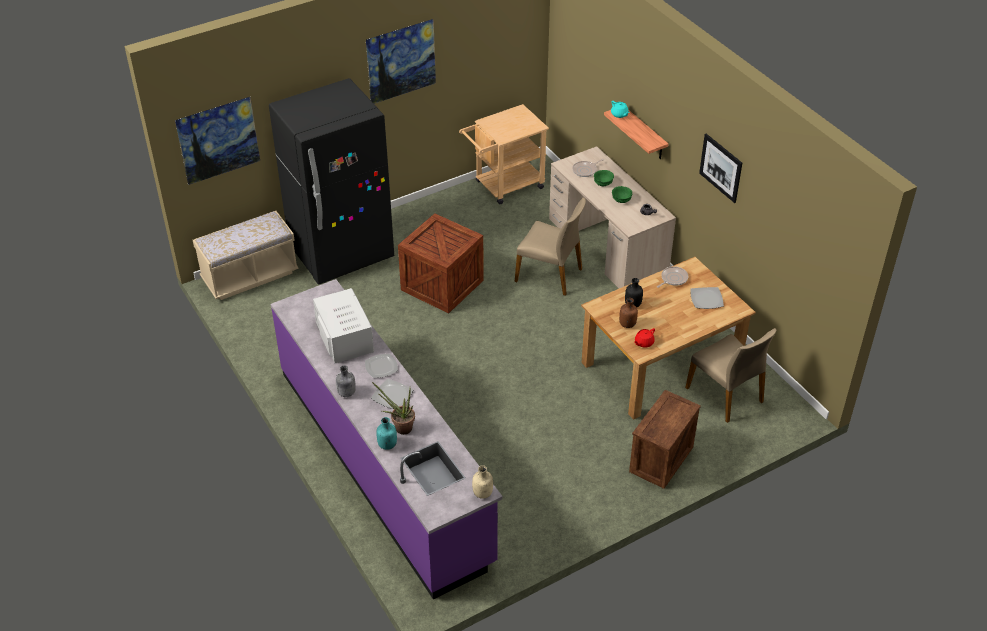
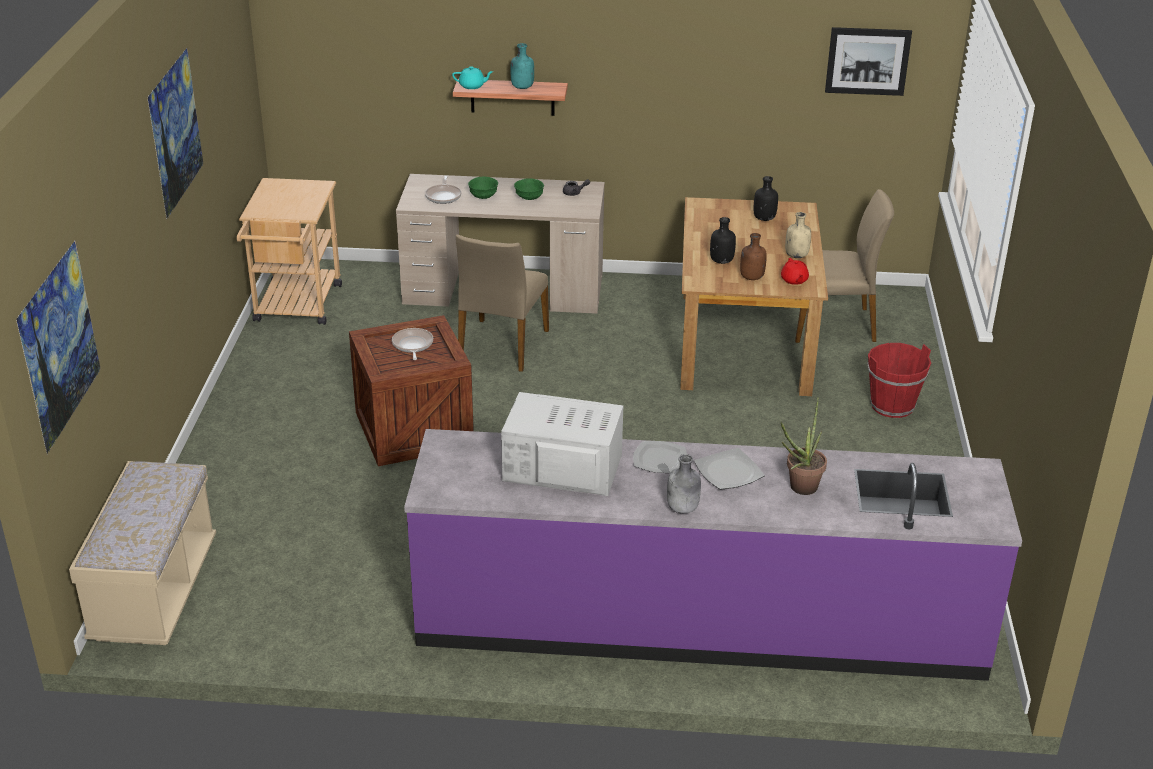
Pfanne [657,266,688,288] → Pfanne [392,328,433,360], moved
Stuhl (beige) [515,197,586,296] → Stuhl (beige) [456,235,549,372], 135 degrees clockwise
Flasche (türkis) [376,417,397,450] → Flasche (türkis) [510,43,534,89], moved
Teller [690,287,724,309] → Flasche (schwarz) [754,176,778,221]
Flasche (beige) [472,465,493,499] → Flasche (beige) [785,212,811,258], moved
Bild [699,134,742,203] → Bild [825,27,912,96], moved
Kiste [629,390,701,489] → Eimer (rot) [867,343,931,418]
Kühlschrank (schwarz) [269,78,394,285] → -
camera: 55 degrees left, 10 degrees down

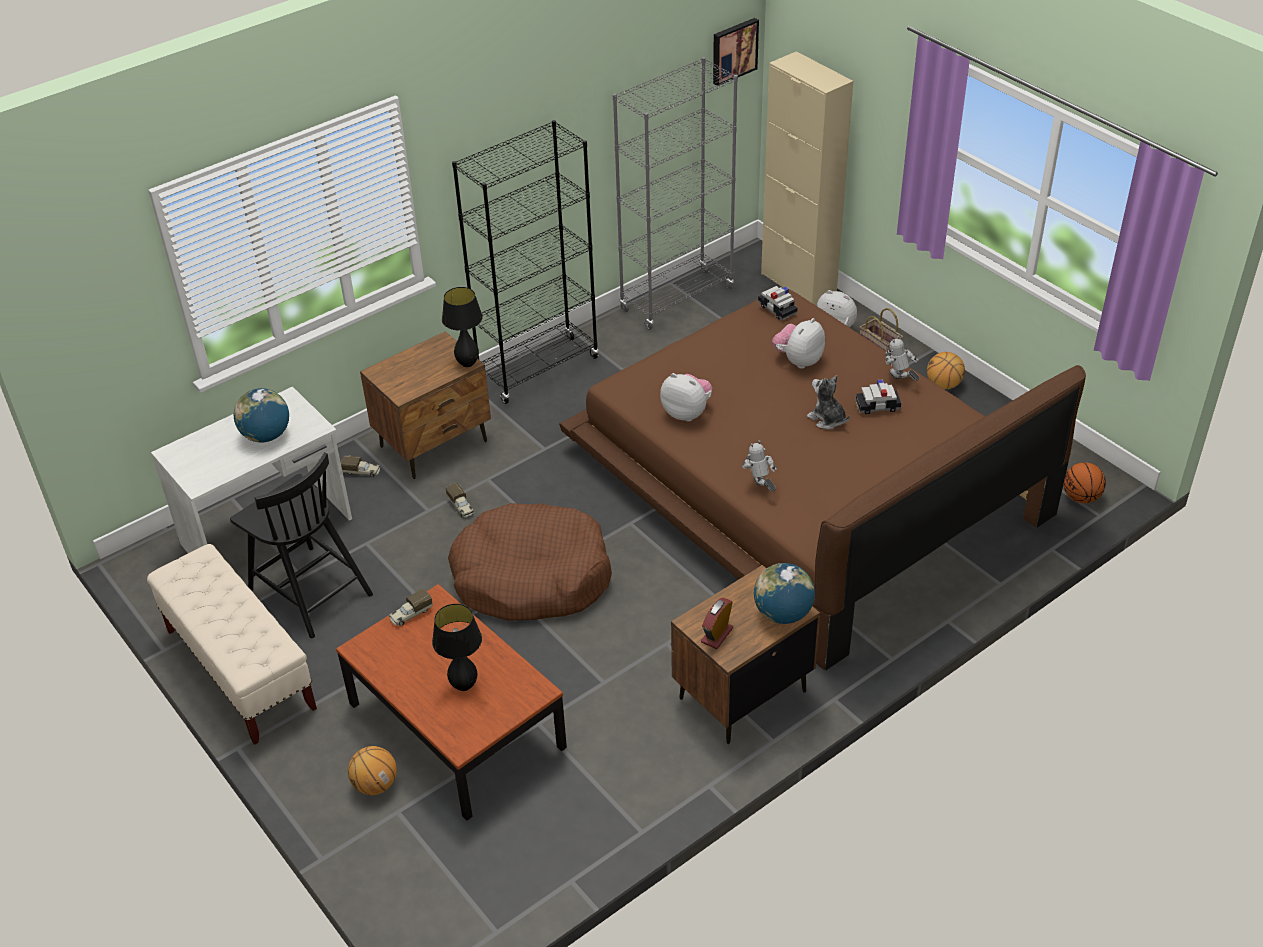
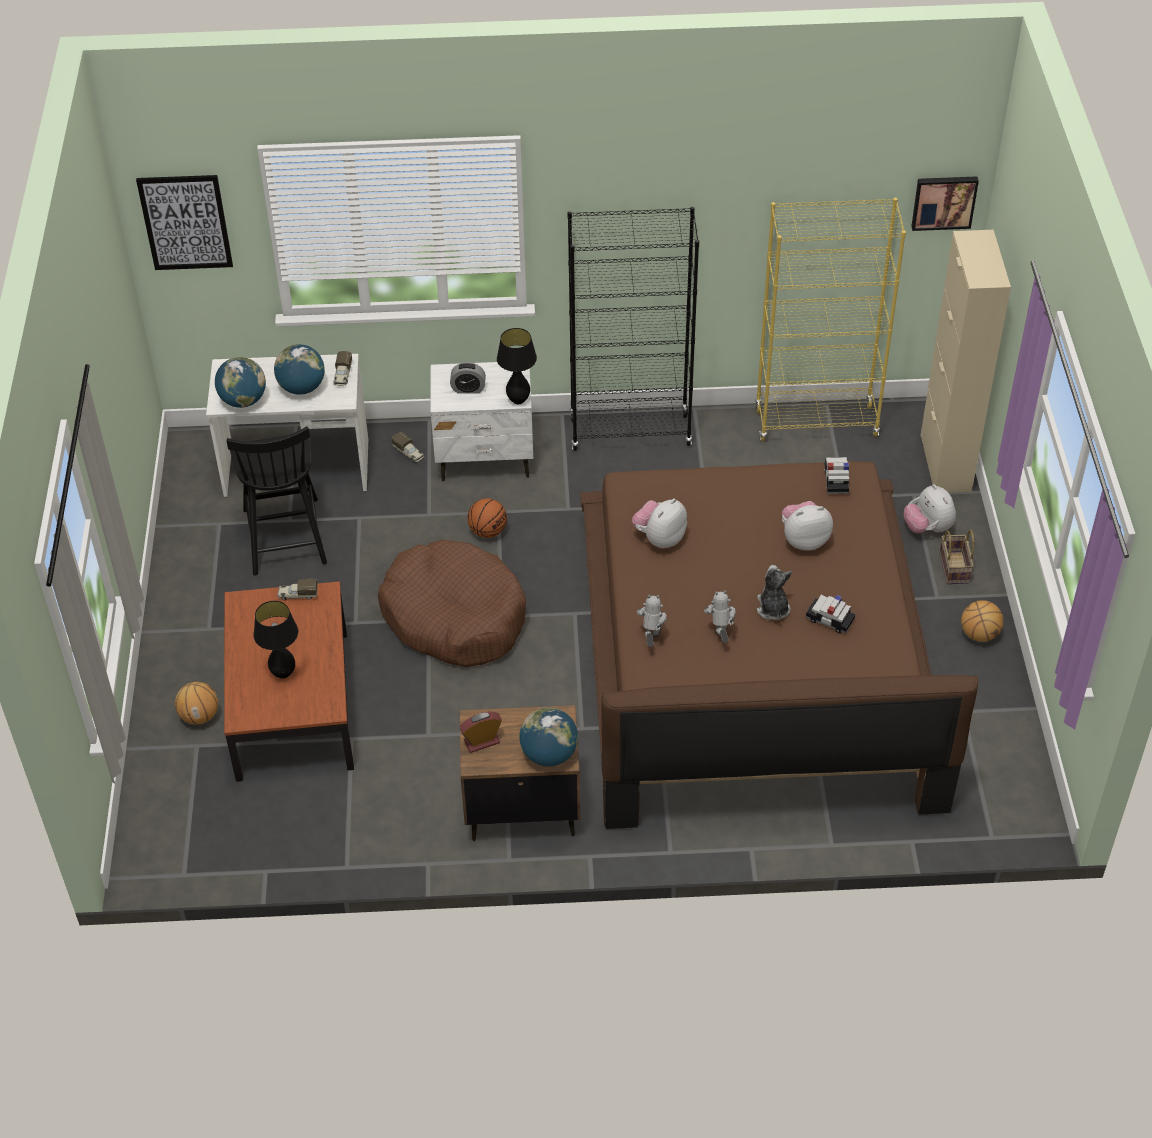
- → Bild [136,175,233,270]
- → Globus [215,357,266,408]
Spielzeuglaster [446,483,474,517] → Spielzeuglaster [333,351,352,386], moved
Nachttisch (braun) [360,331,491,479] → Nachttisch (weiß) [431,362,533,481]
- → Wecker [450,362,486,394]
Basketball [1063,462,1106,503] → Basketball [467,498,507,538], moved
Plüschtier [660,373,712,422] → Plüschtier [632,499,687,548], 120 degrees counterclockwise
Spielzeugroboter [885,335,920,381] → Spielzeugroboter [704,590,736,643], moved
Bücherregal (grau) [613,57,738,330] → Bücherregal (gelb) [755,198,906,441]
Bank (beige) [147,544,317,745] → -
camera: 35 degrees right, 5 degrees up

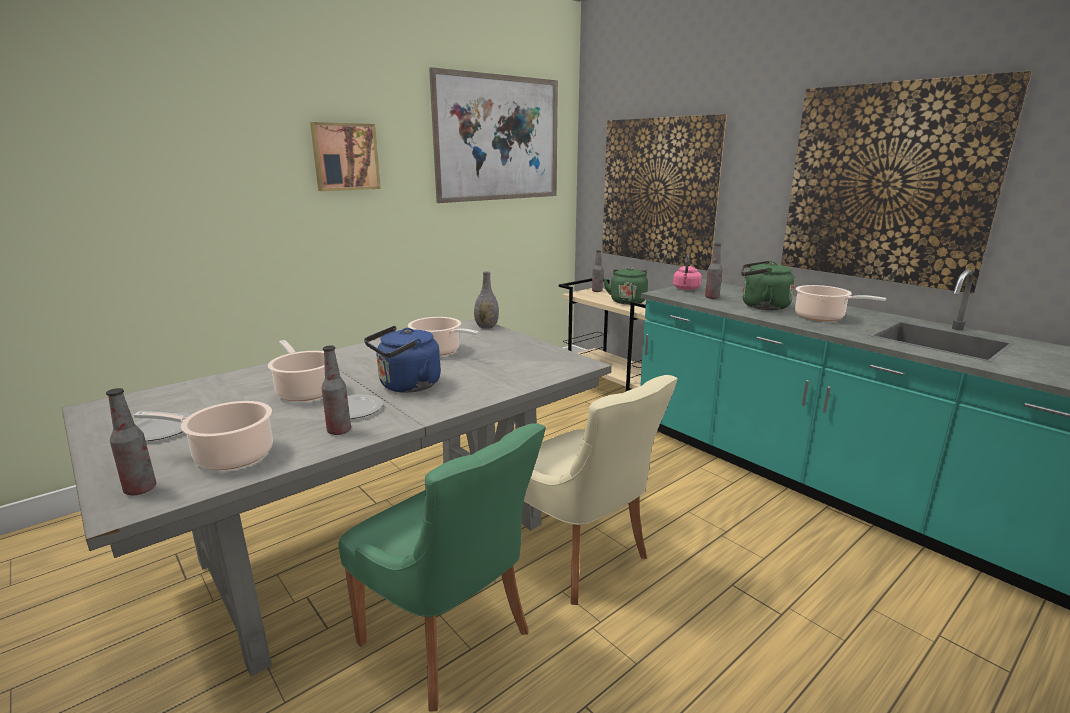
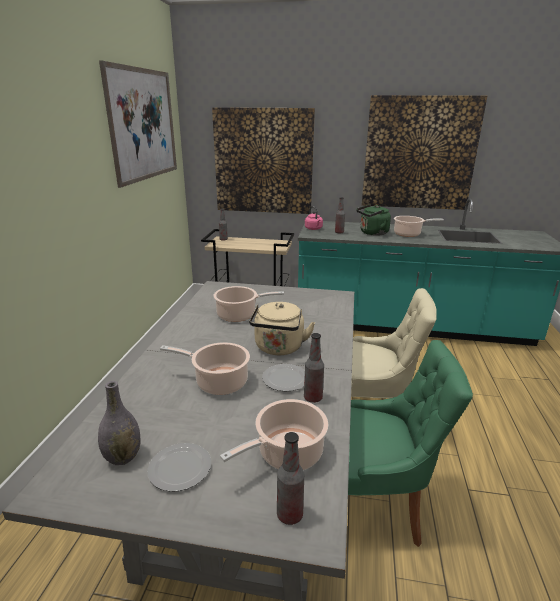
Vase (grau) [474,271,499,329] → Vase (grau) [98,381,141,465], moved
Wasserkessel (blau) [364,326,441,393] → Wasserkessel (beige) [249,302,315,355]
Bild [310,122,381,191] → -
Wasserkessel (grün) [603,267,648,305] → -
camera: 40 degrees left, 5 degrees up

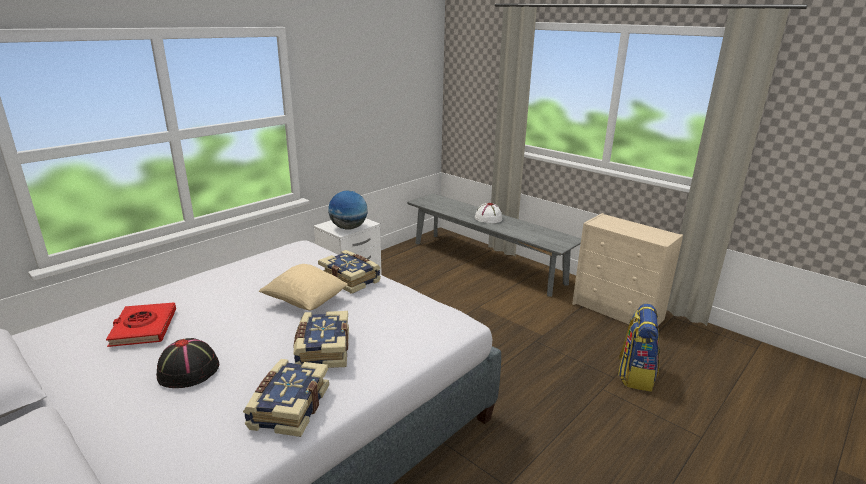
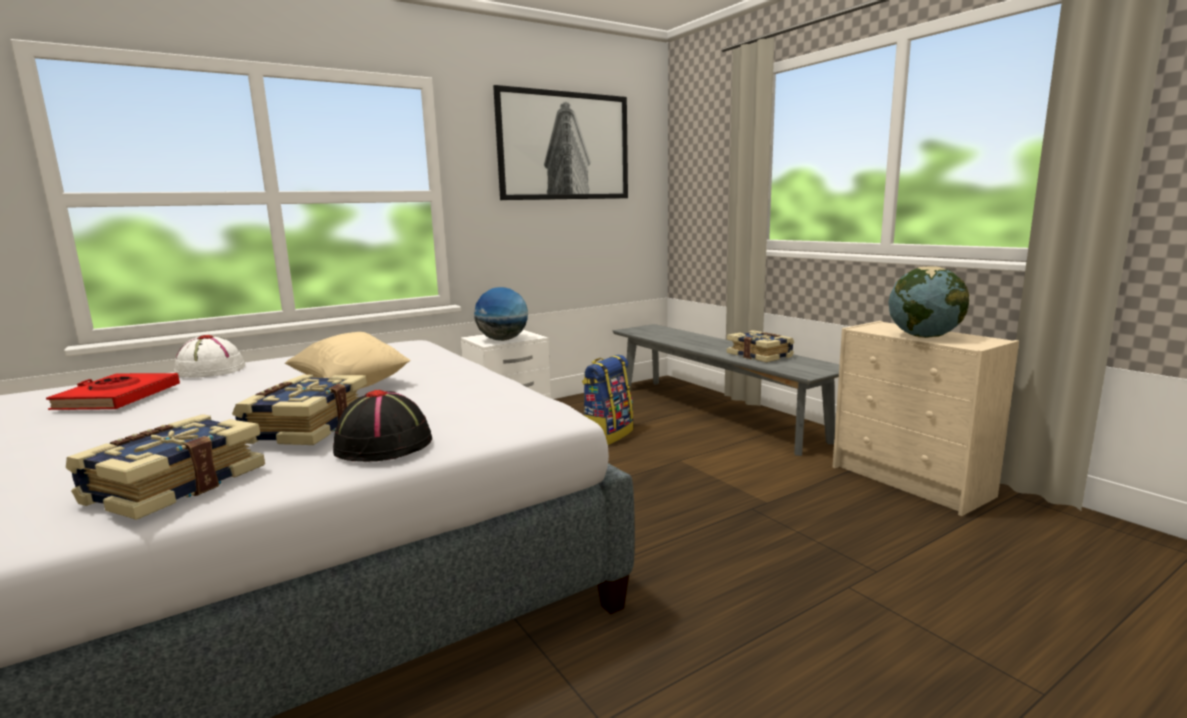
Hut (weiß) [475,203,502,223] → Hut (weiß) [174,335,245,378], moved
Hut (schwarz) [156,338,219,388] → Hut (schwarz) [333,389,432,462], moved
- → Bild [493,85,628,200]
Rucksack [618,304,660,392] → Rucksack [582,355,634,445], moved
Buch [318,250,381,294] → Buch [727,330,794,362], moved
- → Globus [888,266,969,338]
camera: 15 degrees right, 10 degrees down

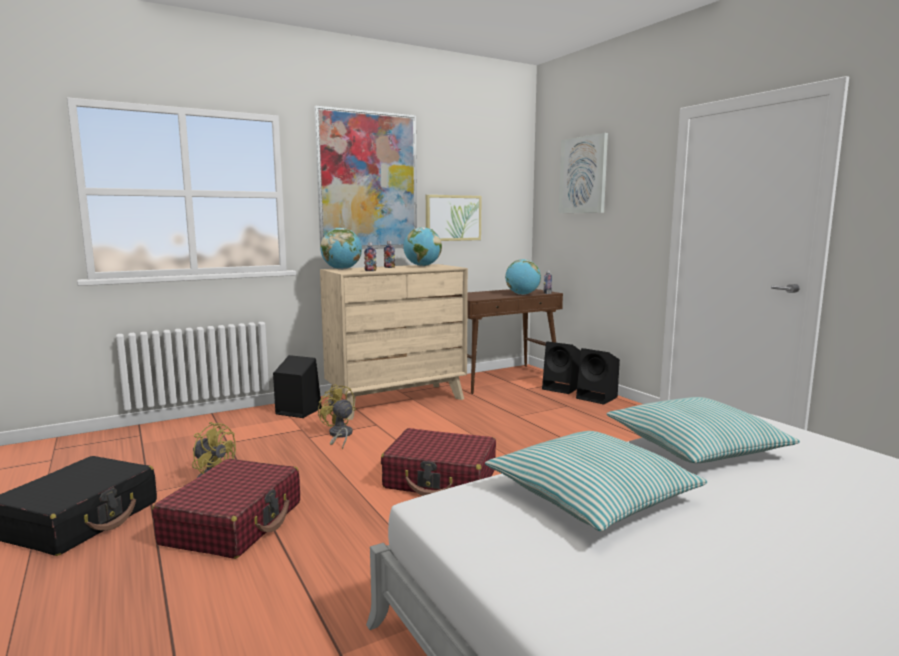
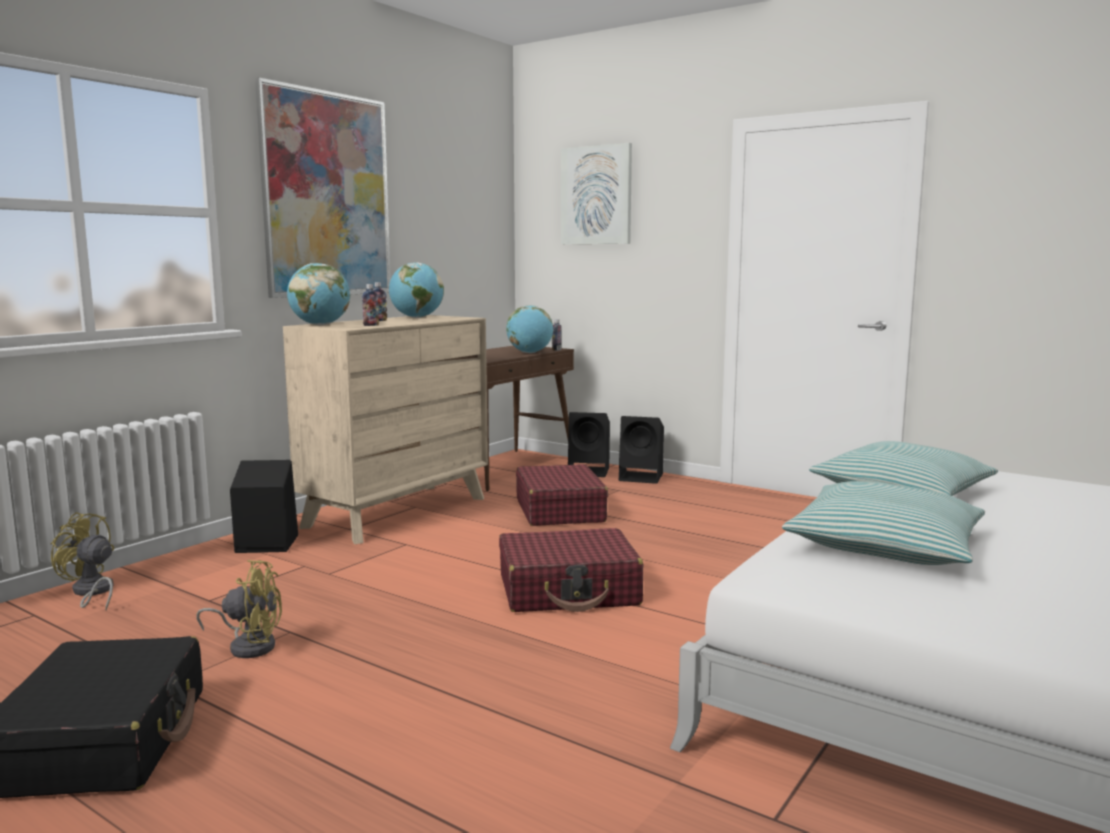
Ventilator (gelb) [318,384,356,450] → Ventilator (gelb) [51,512,114,611], moved
Koffer (rot) [152,459,300,559] → Koffer (rot) [516,464,608,526], moved
Bild [426,195,482,241] → -
camera: 25 degrees left, 0 degrees up

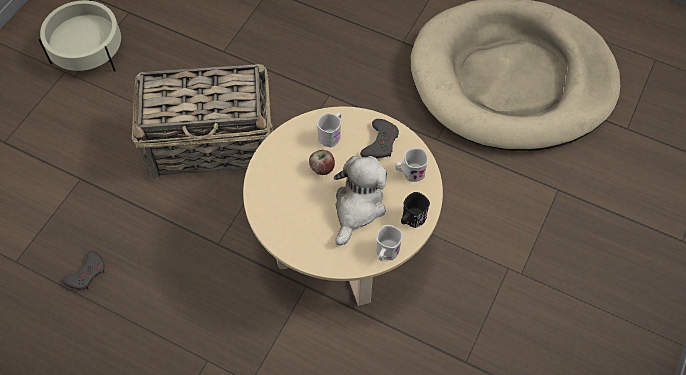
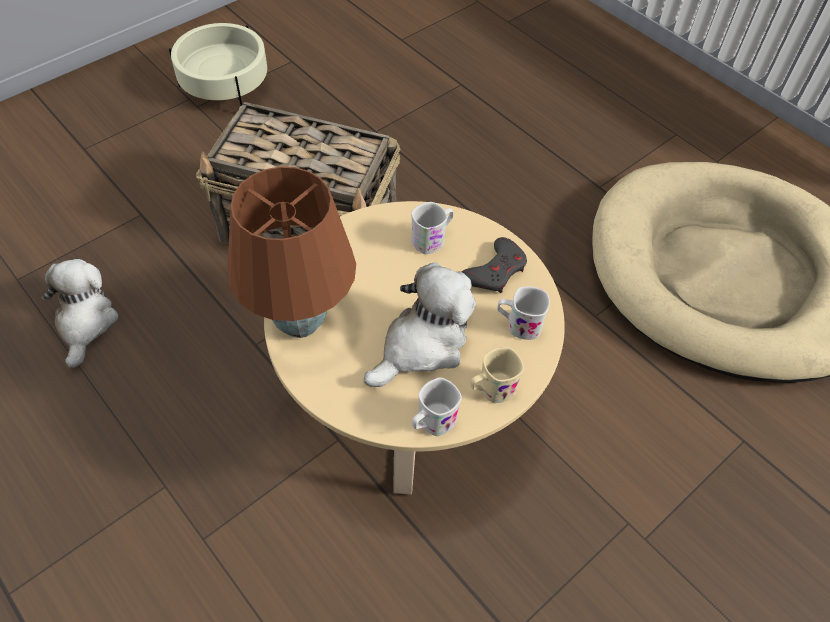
Gamepad (grau) [62,251,105,290] → Plüschtier [41,259,119,368]
- → Tischlampe (braun) [227,166,356,338]
Henkelbecher (schwarz) [401,192,430,228] → Henkelbecher (beige) [471,347,524,403]
Apfel [309,150,335,175] → -
camera: 20 degrees right, 5 degrees down

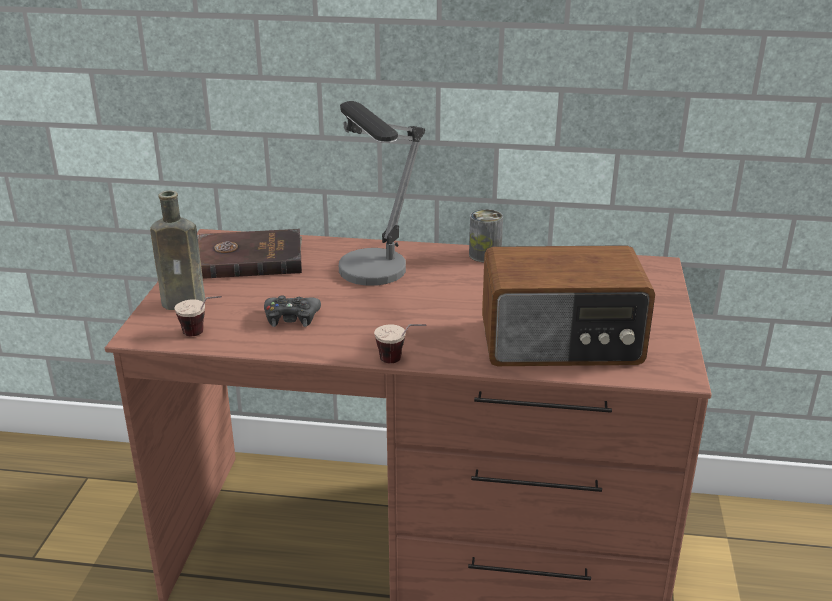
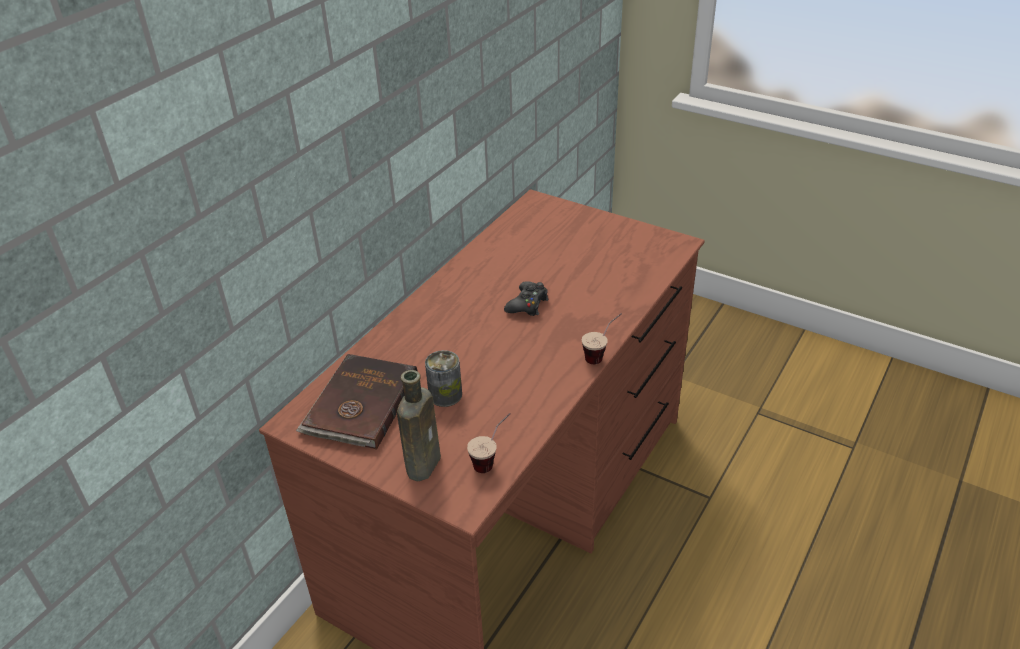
Dose [469,209,503,262] → Dose [425,350,462,407], moved
Gamepad (schwarz) [264,295,321,327] → Gamepad (schwarz) [504,281,549,316], moved
Tischlampe [339,101,425,286] → -
Radio [482,245,655,366] → -
camera: 65 degrees left, 10 degrees up

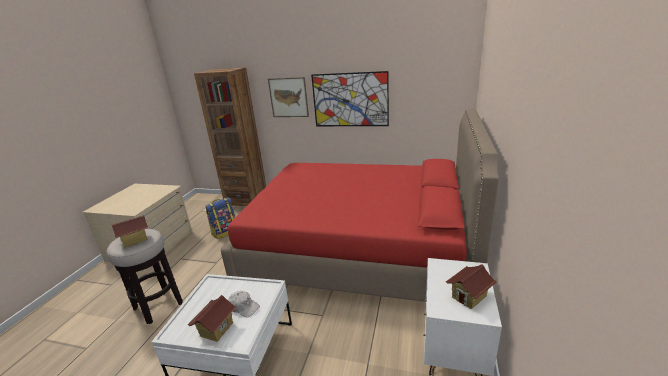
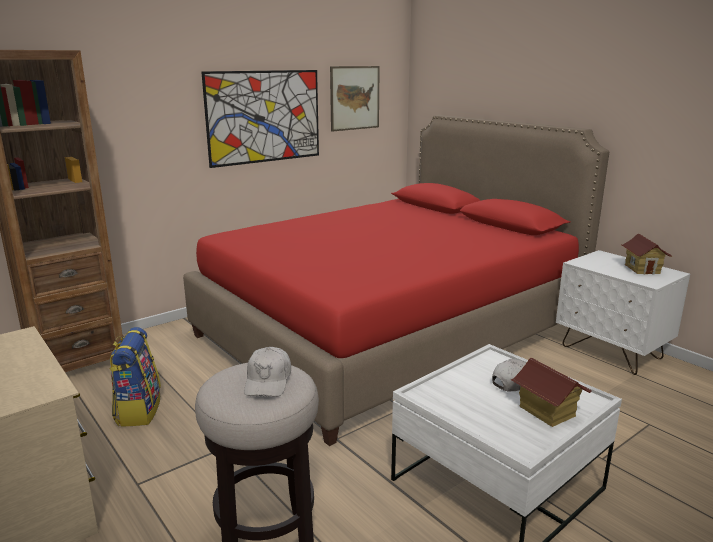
Spielzeughaus [112,215,148,248] → Kappe (weiß) [244,347,291,397]
Bild [268,77,309,117] → Bild [330,66,380,132], moved
camera: 55 degrees left, 5 degrees down

